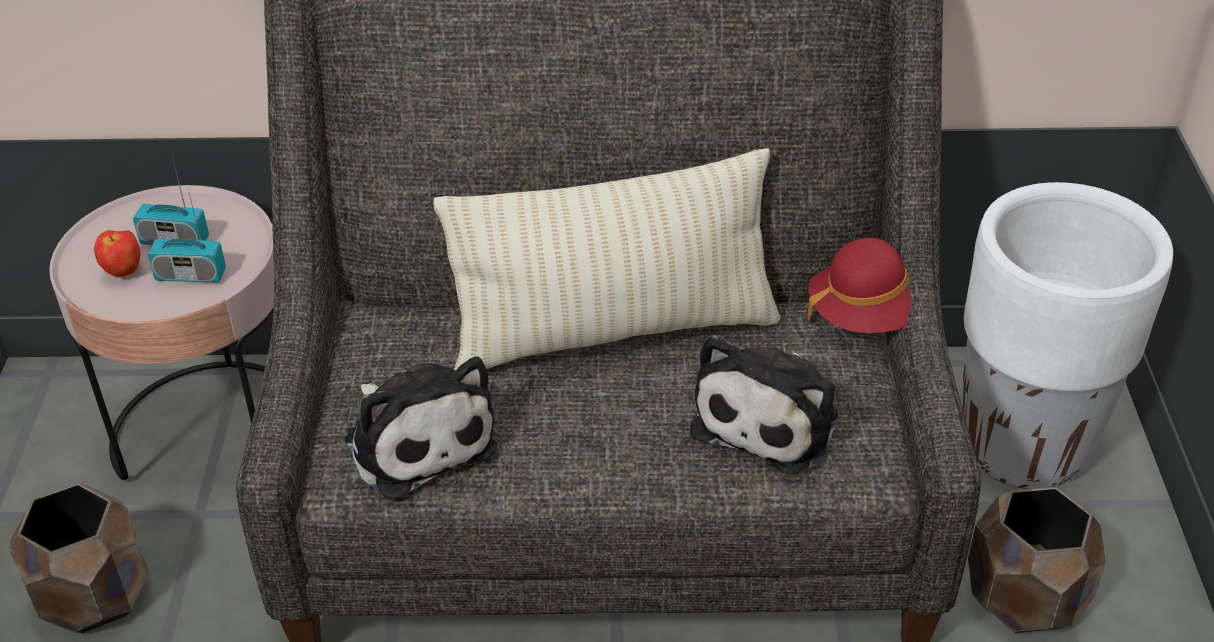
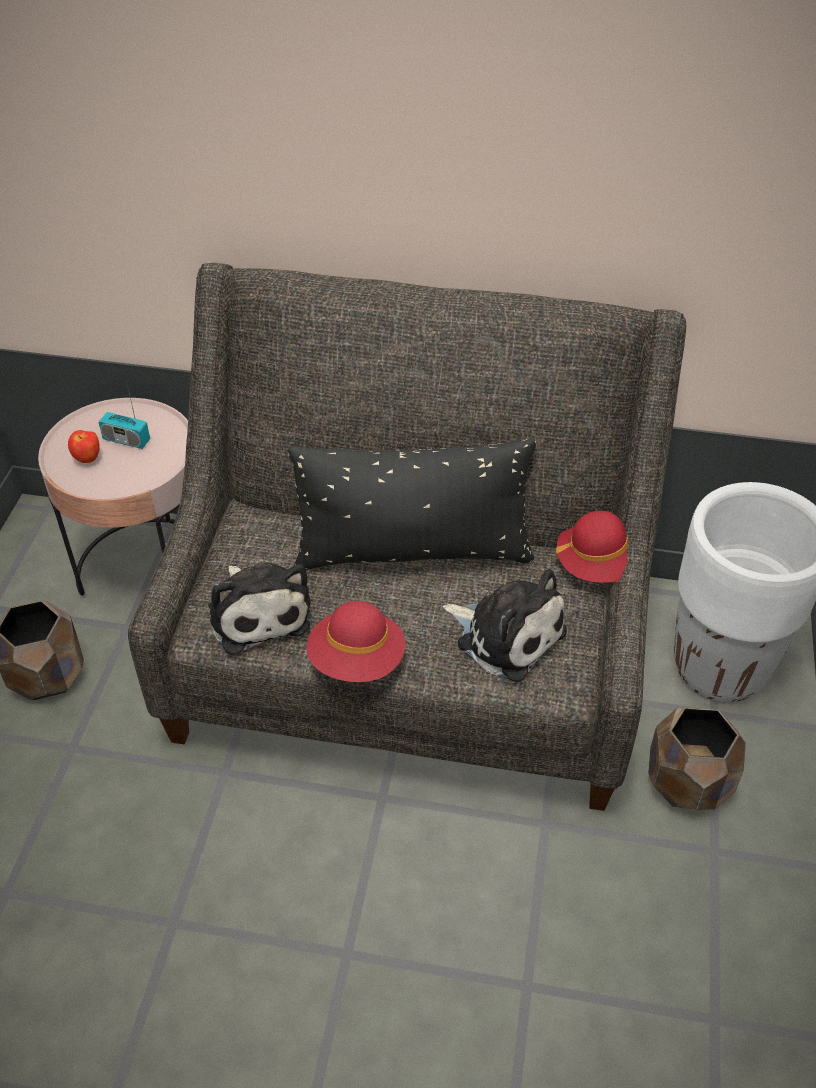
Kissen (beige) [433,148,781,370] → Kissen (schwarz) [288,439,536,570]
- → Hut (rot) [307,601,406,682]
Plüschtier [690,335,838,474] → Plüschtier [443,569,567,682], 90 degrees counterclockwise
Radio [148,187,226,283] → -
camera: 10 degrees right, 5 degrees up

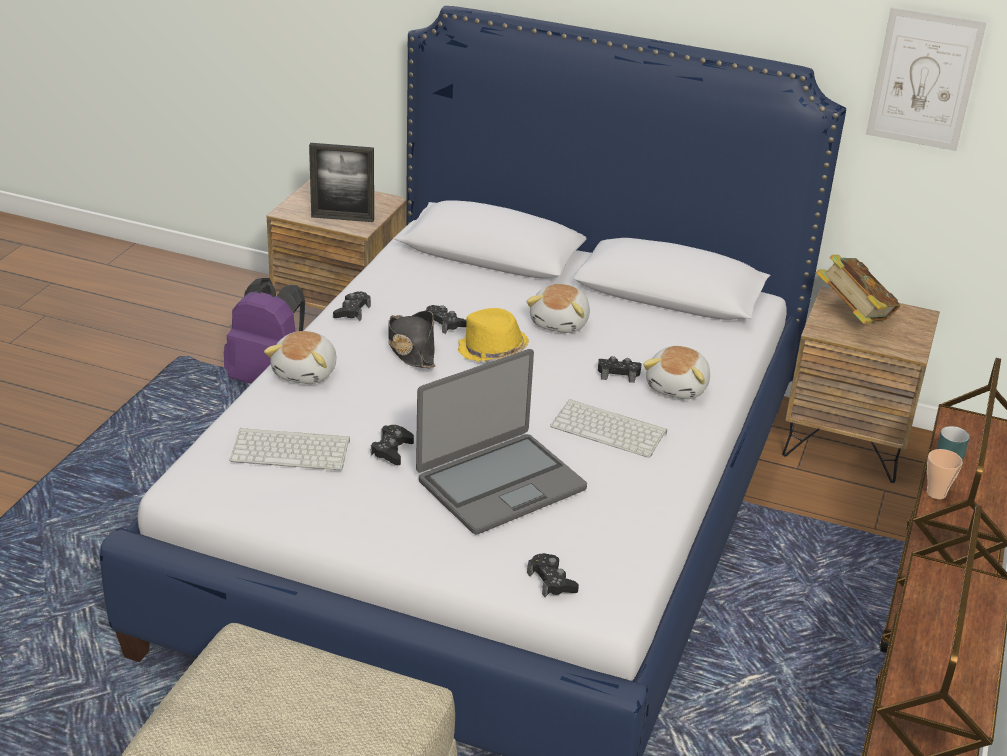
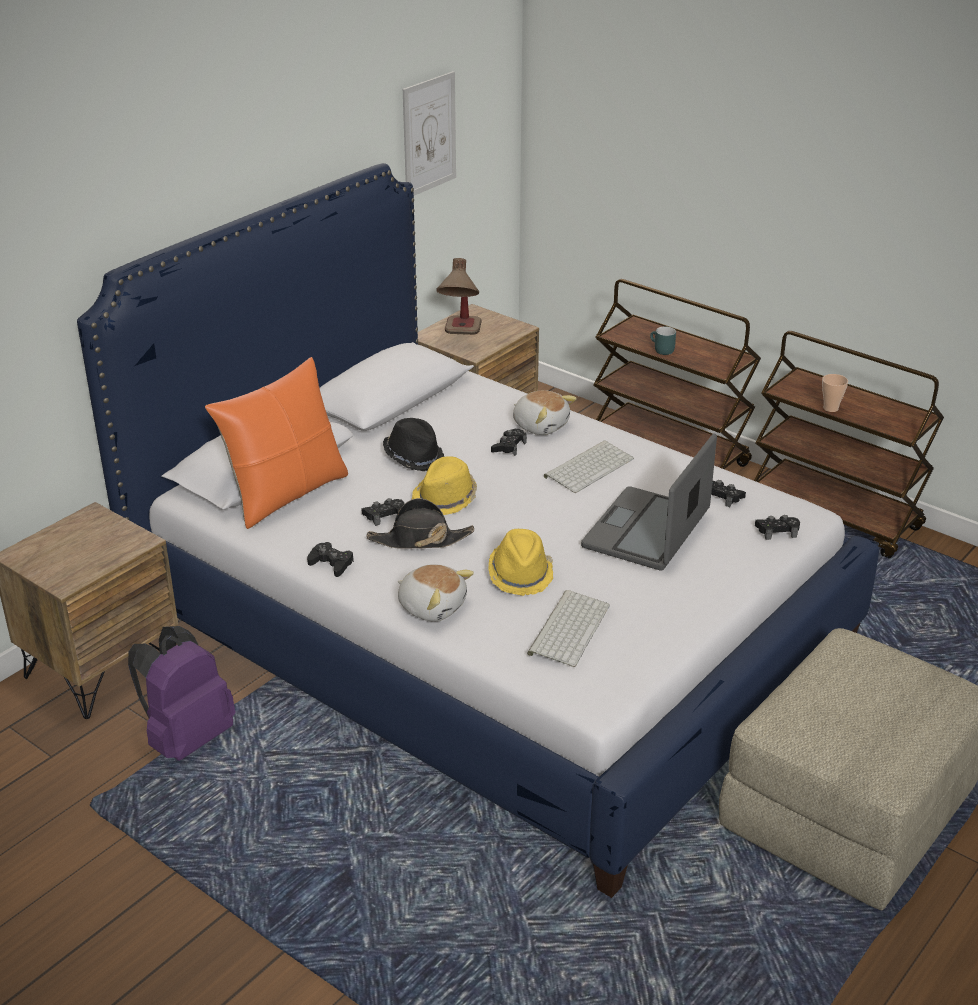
- → Kissen (orange) [205,357,348,529]
Plüschtier [526,284,590,333] → Hut (schwarz) [383,418,444,471]
Buch [816,255,900,324] → Tischlampe [436,258,482,335]
- → Hut (gelb) [488,529,553,596]
Laptop [416,349,587,534] → Laptop [581,433,717,571], 135 degrees counterclockwise
Gamepad (schwarz) [371,425,414,465] → Gamepad (schwarz) [711,480,746,507], moved
Tasse [927,449,963,499] → Tasse [822,374,848,412], moved
Bilderrahmen [309,143,374,222] → -
camera: 70 degrees left, 0 degrees up

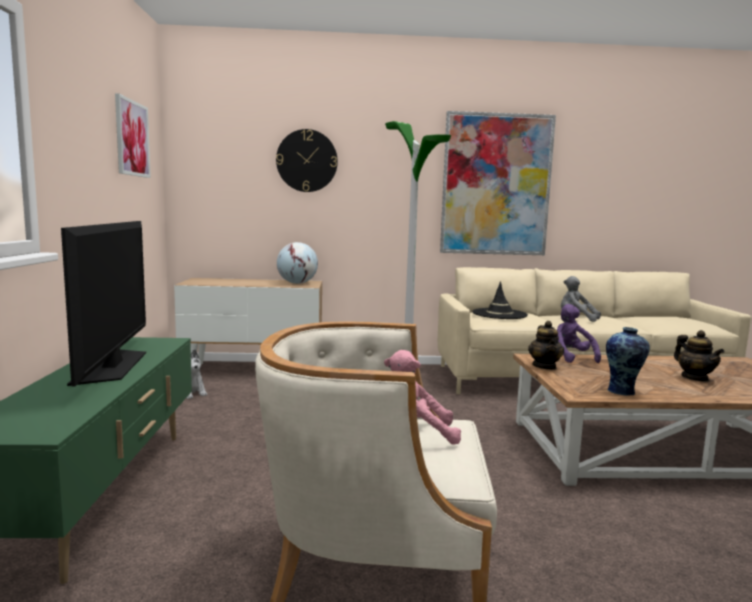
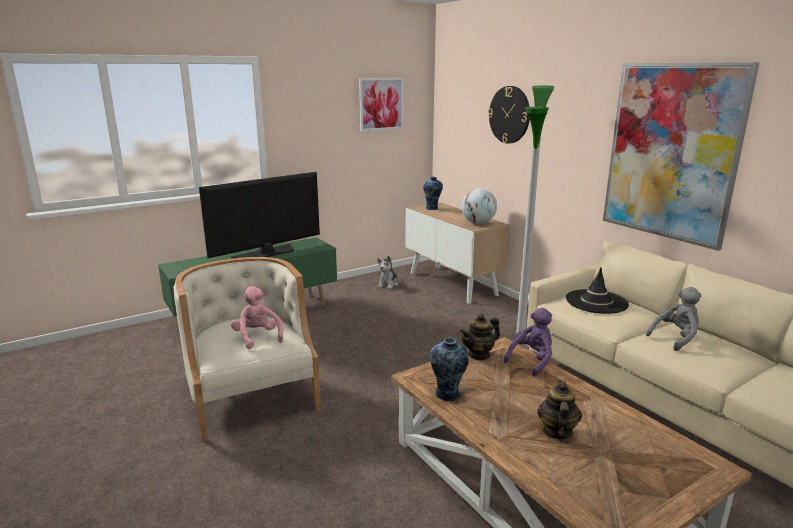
- → Vase [423,177,443,210]
Teekanne [674,330,724,382] → Teekanne [537,380,582,439], 150 degrees clockwise
Plüschtier (grau) [561,276,601,322] → Plüschtier (grau) [646,287,701,351], 60 degrees clockwise
camera: 60 degrees right, 10 degrees up

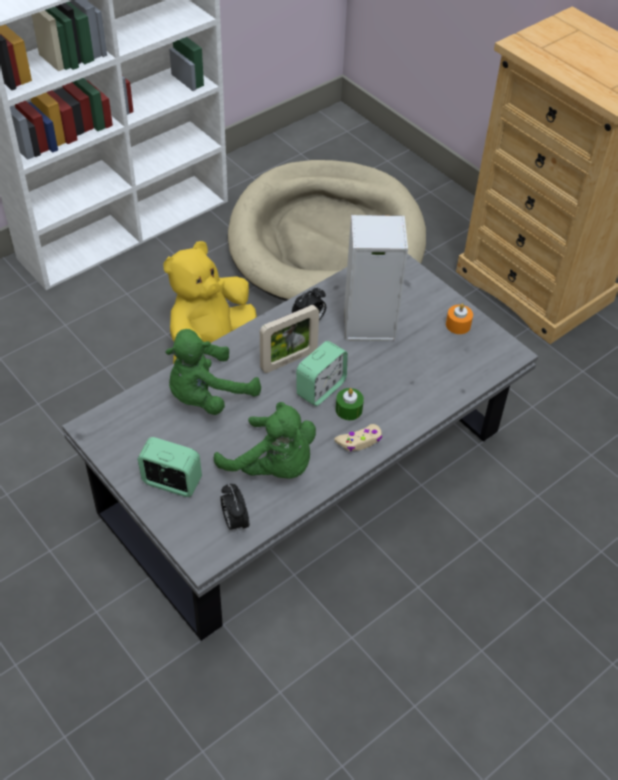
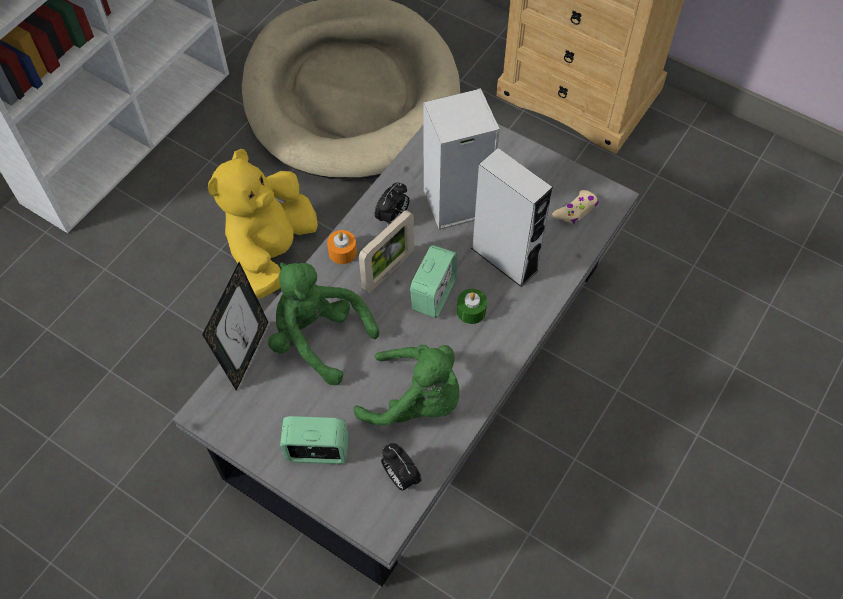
- → Bilderrahmen [202,262,269,391]
Plüschtier (grün) [165,329,261,415] → Plüschtier (grün) [268,262,379,385], 90 degrees clockwise
Kerze (orange) [446,303,473,334] → Kerze (orange) [327,230,357,264], moved
- → Lautsprecher (grau) [471,148,553,287]
Gamepad (beige) [334,424,382,452] → Gamepad (beige) [552,190,598,223], moved
camera: 15 degrees left, 10 degrees up

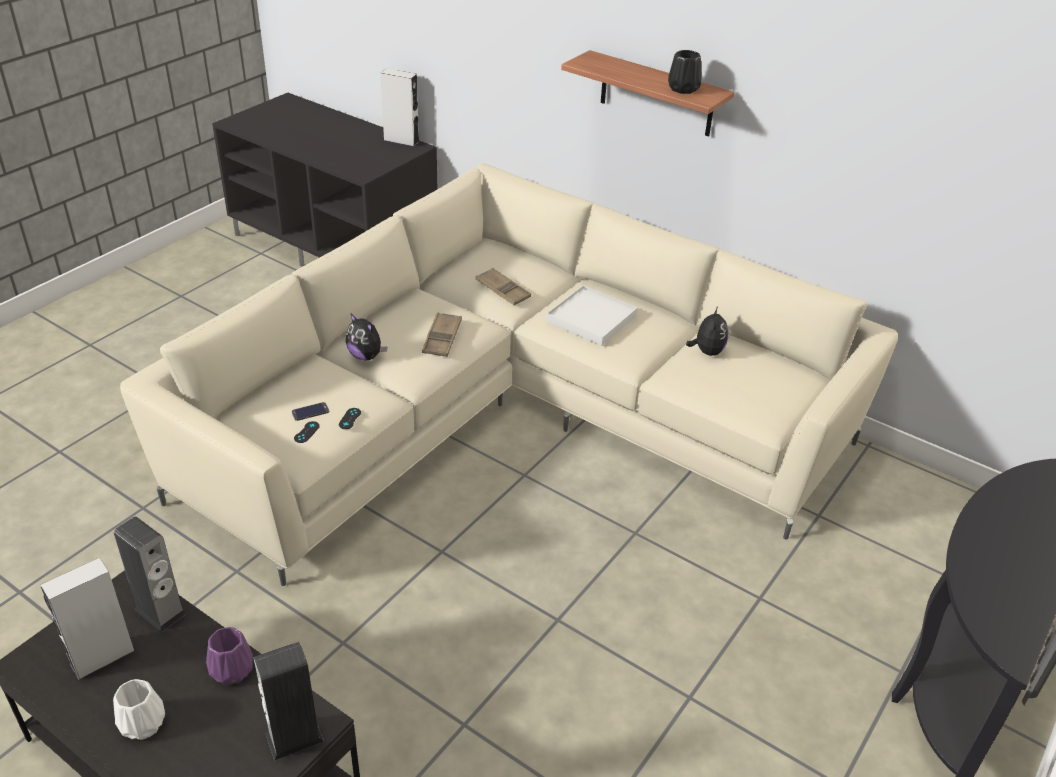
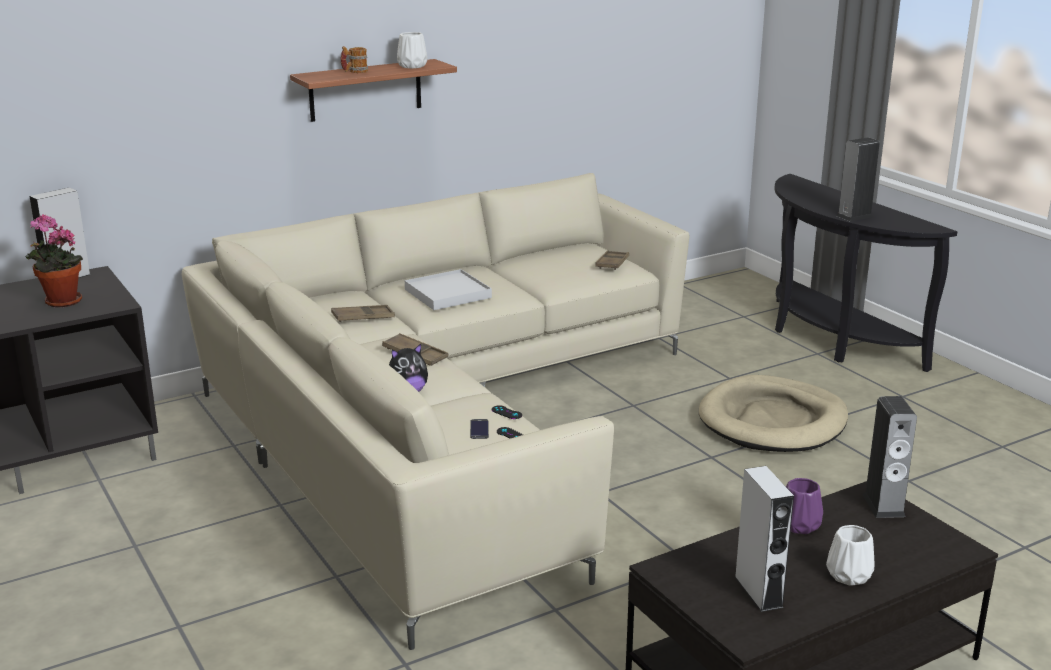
- → Topfpflanze [25,214,83,307]
- → Henkelbecher [340,46,368,73]
Vase (schwarz) [668,50,702,94] → Vase (weiß) [397,32,427,69]
- → Tablett (braun) [596,251,629,270]
- → Hundebett (beige) [699,375,848,452]
Lautsprecher [114,517,187,632] → Lautsprecher [836,137,879,221], moved
Plüschtier [686,307,728,356] → -
camera: 65 degrees left, 15 degrees down

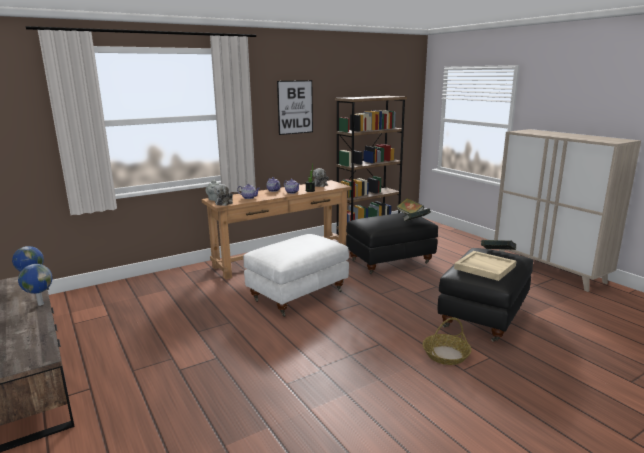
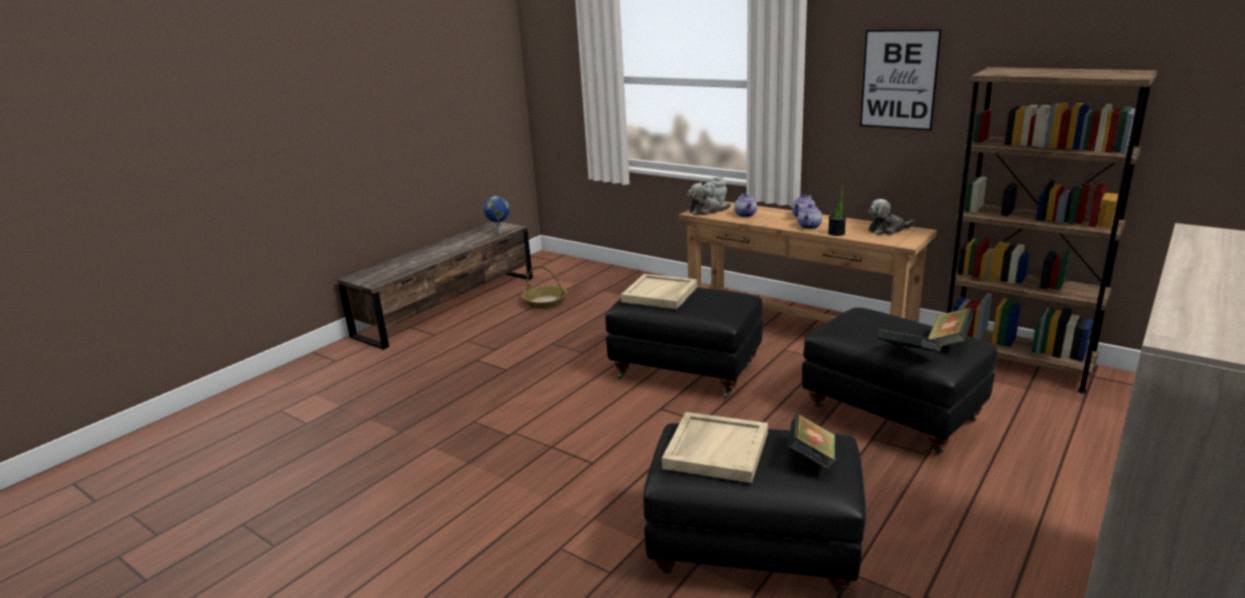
Korb [423,318,472,365] → Korb [522,266,567,309], moved
Polsterhocker (weiß) [243,234,349,317] → Polsterhocker (schwarz) [605,287,763,399]
- → Tablett (beige) [621,274,697,309]
Globus [18,264,52,306] → -
camera: 70 degrees right, 5 degrees up

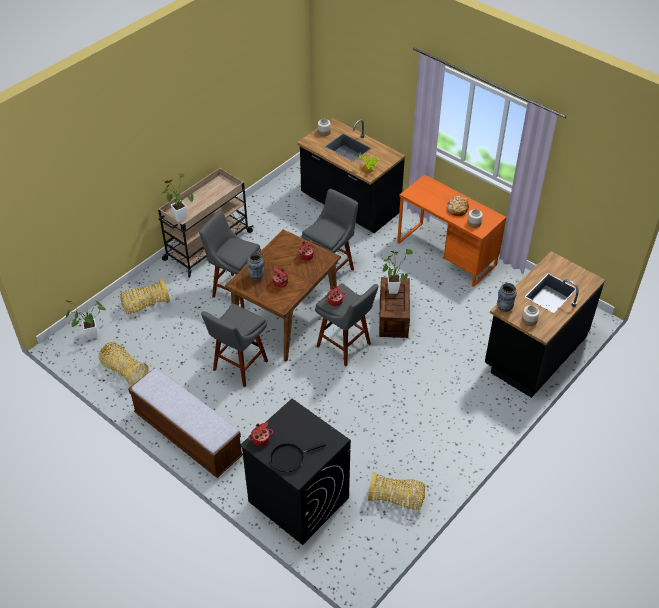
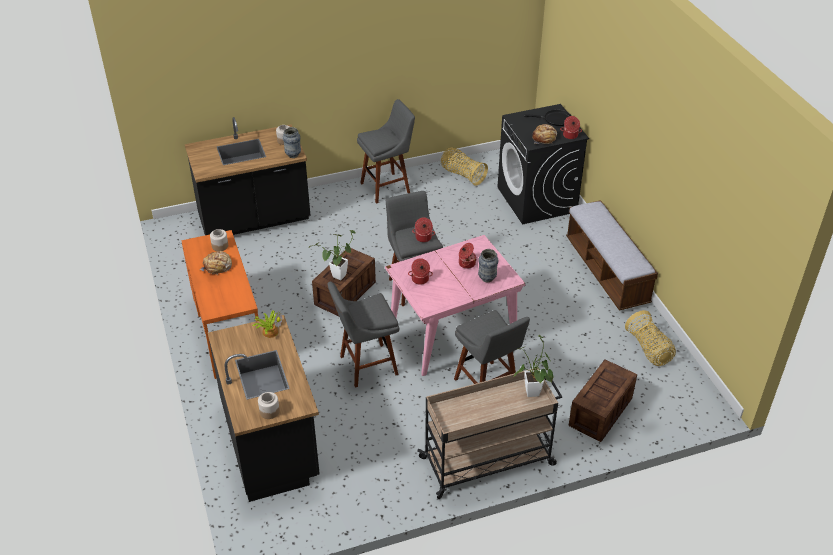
Hocker (grau) [201,303,268,387] → Hocker (grau) [357,99,415,204], moved
Esstisch (braun) [225,229,341,362] → Esstisch (rosa) [385,235,526,376]
- → Brot [532,124,557,144]
Korb [120,279,170,314] → Kiste [568,359,637,442]
Topfpflanze [65,300,106,339] → -
camera: 150 degrees left, 5 degrees down

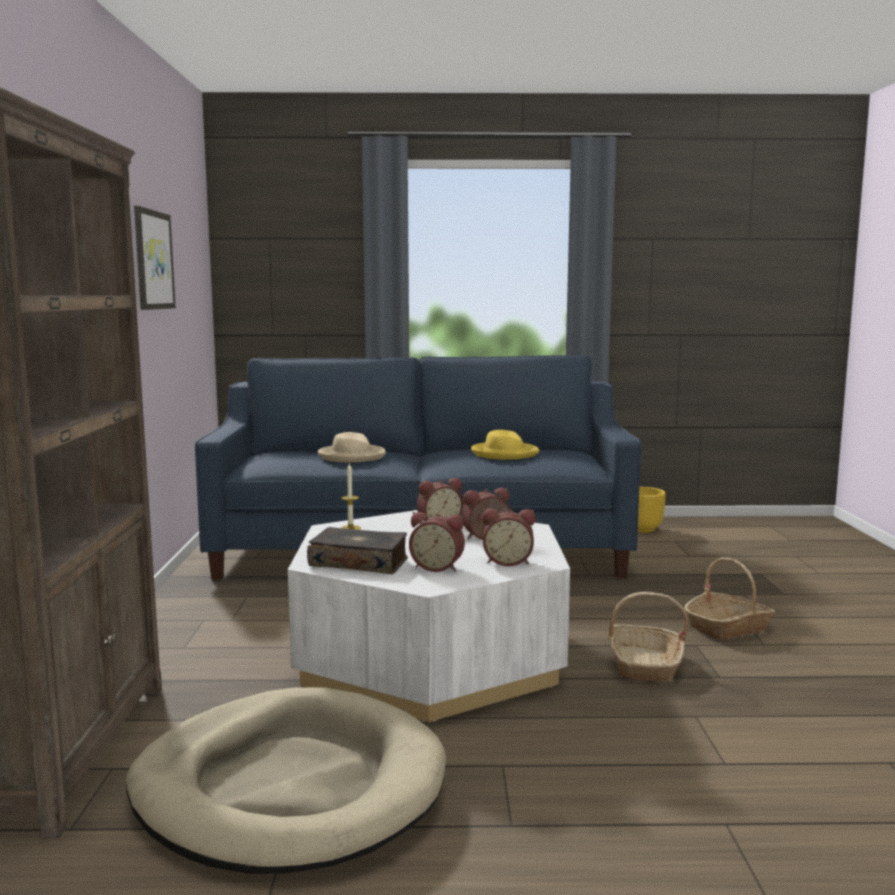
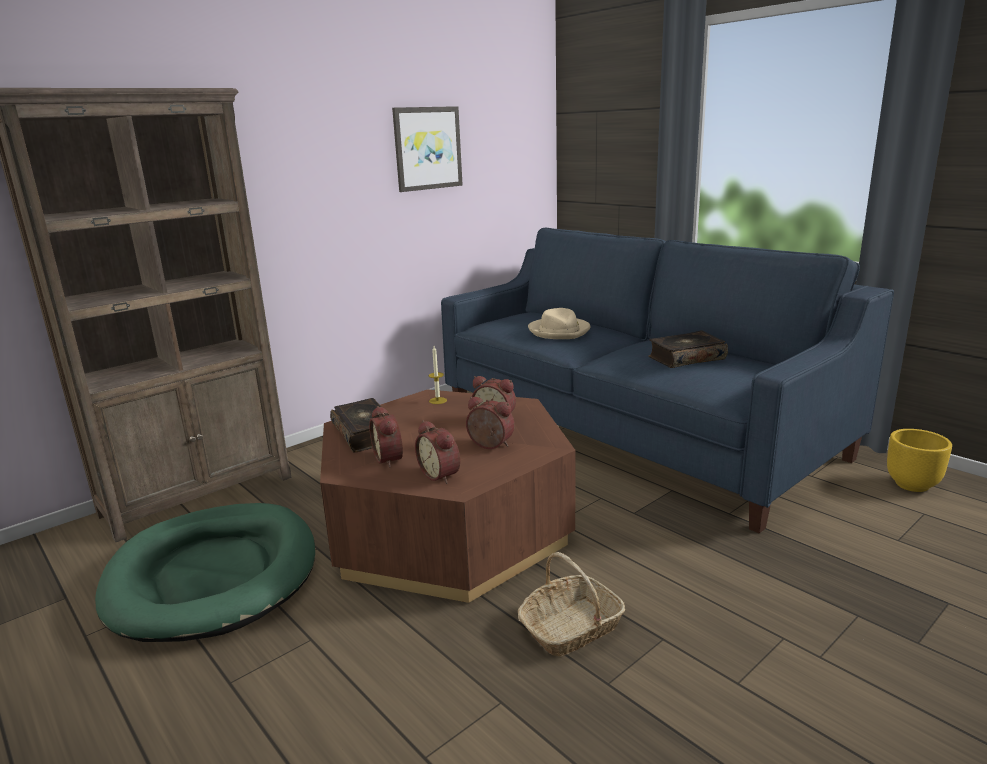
Hundebett (beige) [126,688,446,874] → Hundebett (grün) [95,503,315,642]
Couchtisch (weiß) [288,510,570,722] → Couchtisch (braun) [320,389,575,603]
Hut (gelb) [471,430,539,460] → Buch [648,331,728,368]
Korb [684,558,775,640] → -
camera: 50 degrees right, 10 degrees up

